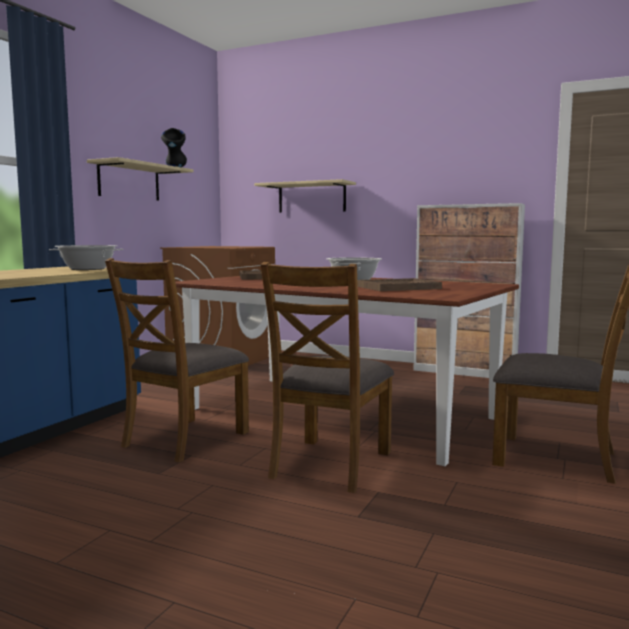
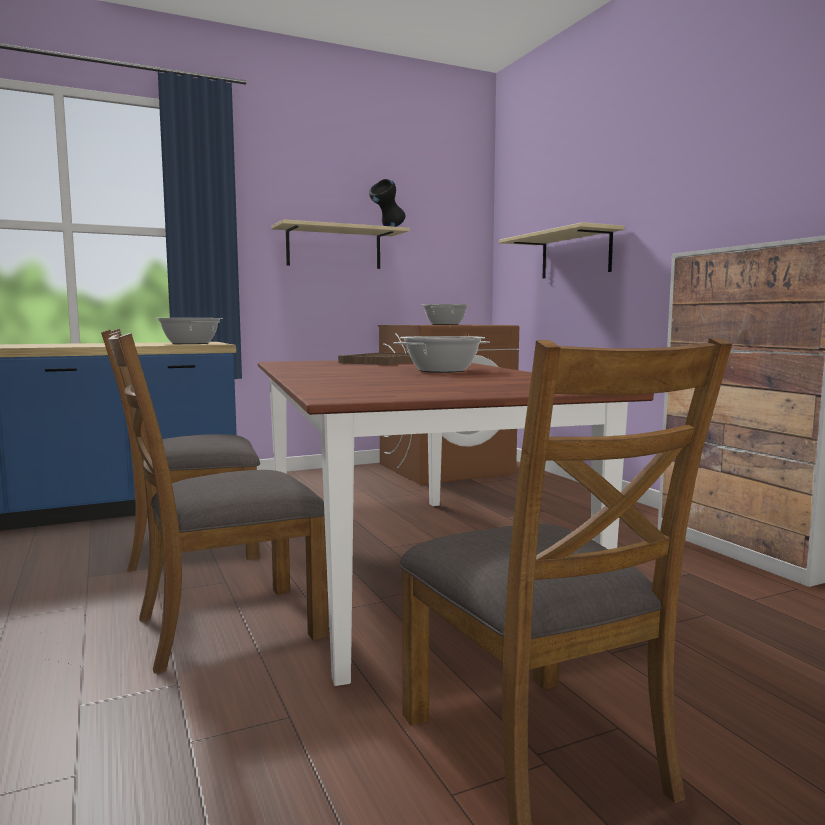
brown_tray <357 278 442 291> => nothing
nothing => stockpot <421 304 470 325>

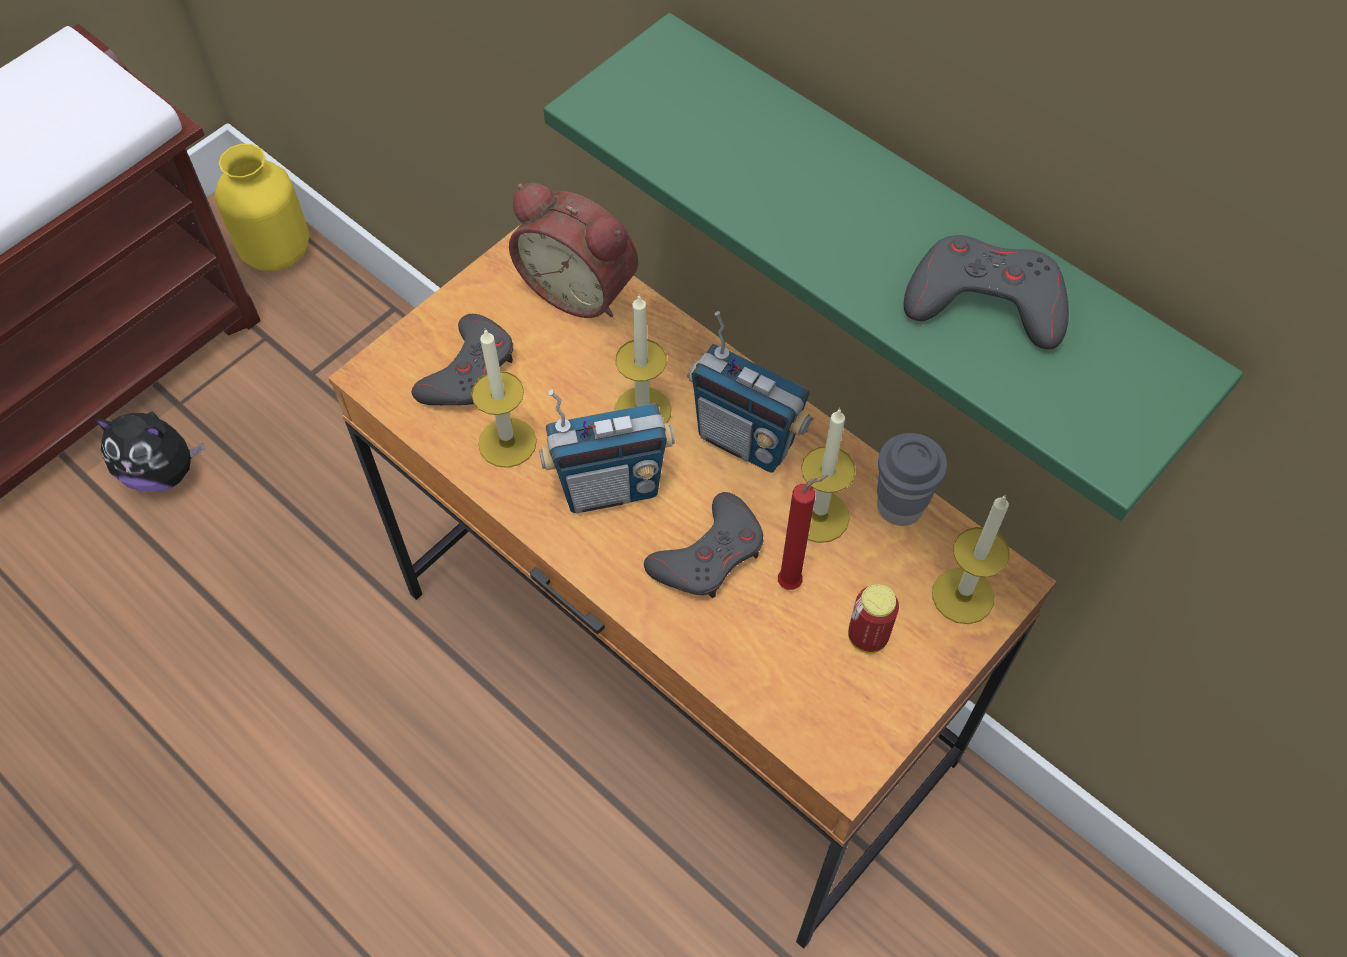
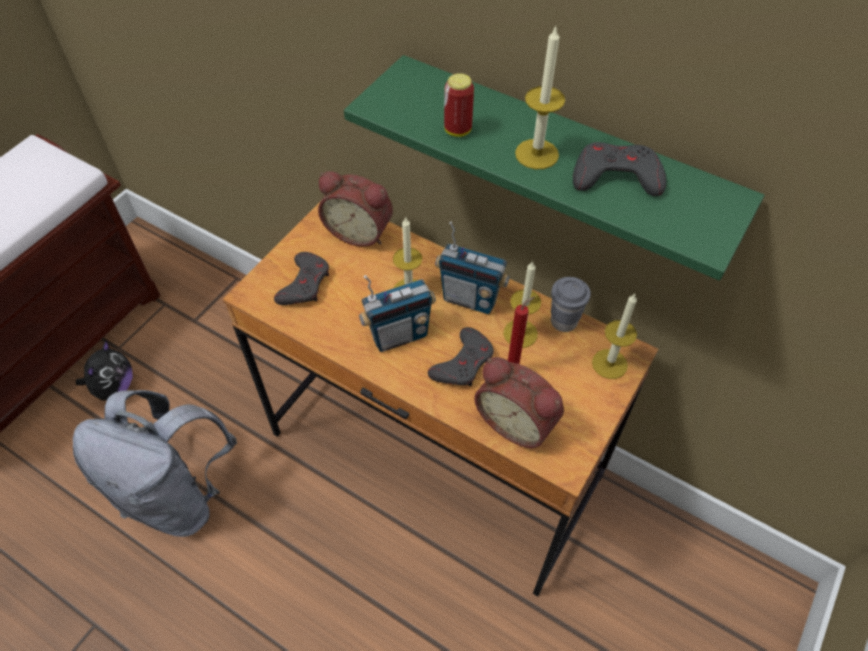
yellowish_decorative_vase <214 144 309 271> => nothing
nothing => greyish_backpack <73 390 237 537>
nothing => table_clock <474 357 564 448>
candle <471 329 537 468> => candle <515 25 565 169>, move
can <848 584 899 653> => can <444 73 474 137>, move
soft_toy <93 411 205 492> => soft_toy <76 341 133 400>, 75 degrees counterclockwise

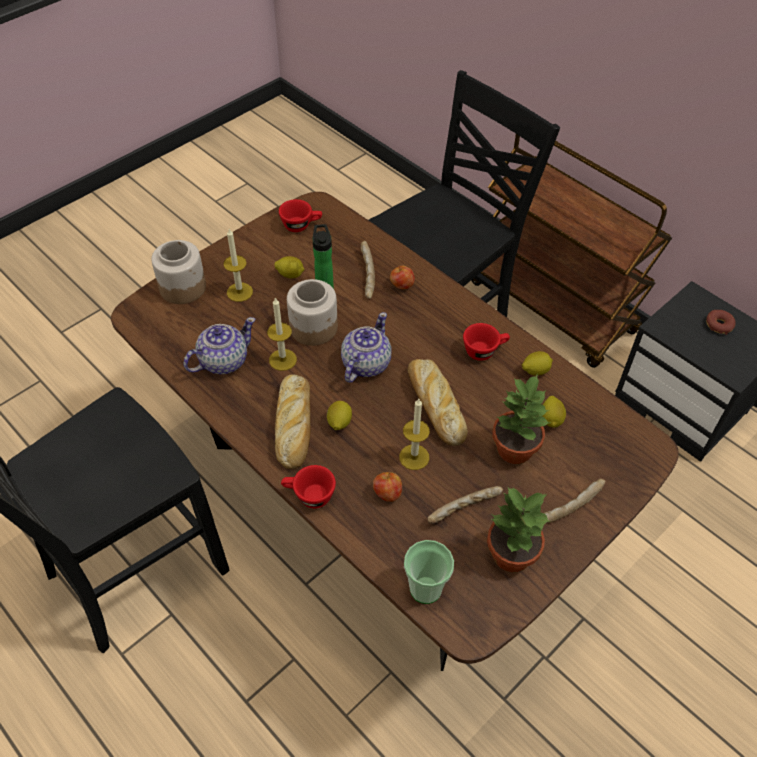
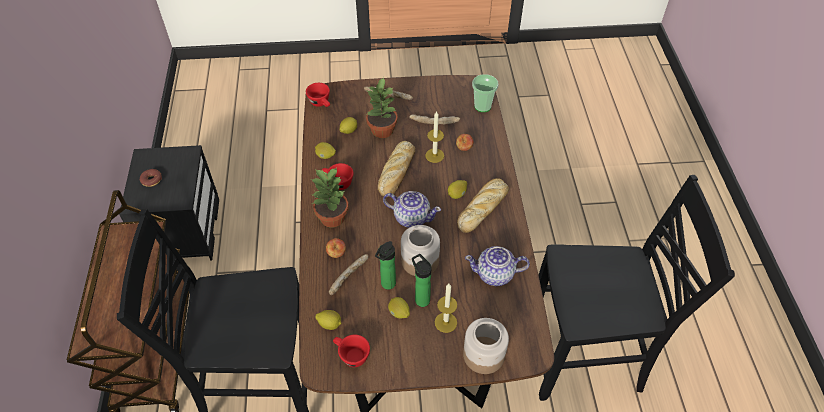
candle <267 298 297 371> => nothing
nothing => citrus_fruit <315 310 342 330>
nothing => drink_bottle <412 254 431 307>
reddish_small_cup <281 465 336 508> => reddish_small_cup <306 83 330 107>, move
plant_in_a_pot <487 486 550 572> => plant_in_a_pot <311 167 348 228>, move
teapot <341 312 392 383> => teapot <383 191 441 228>, 135 degrees counterclockwise

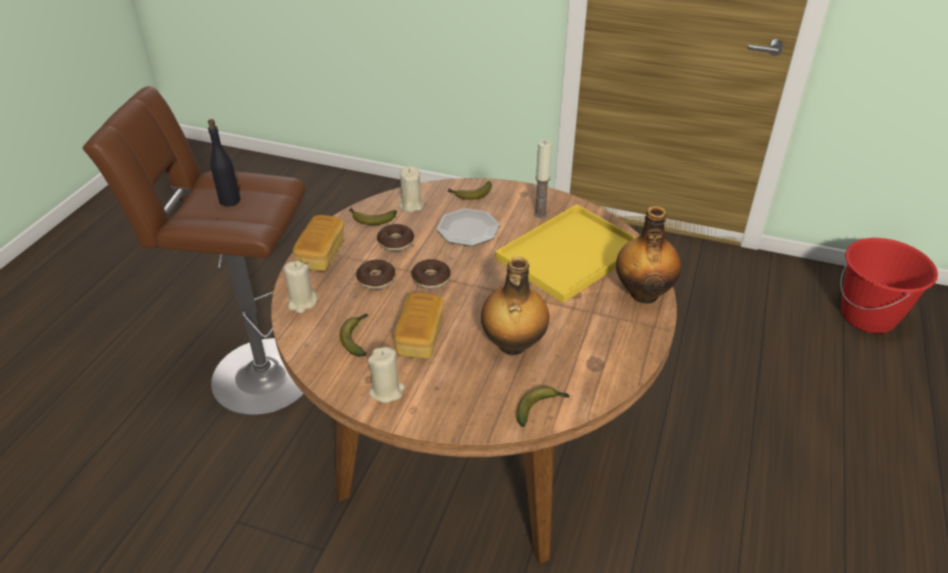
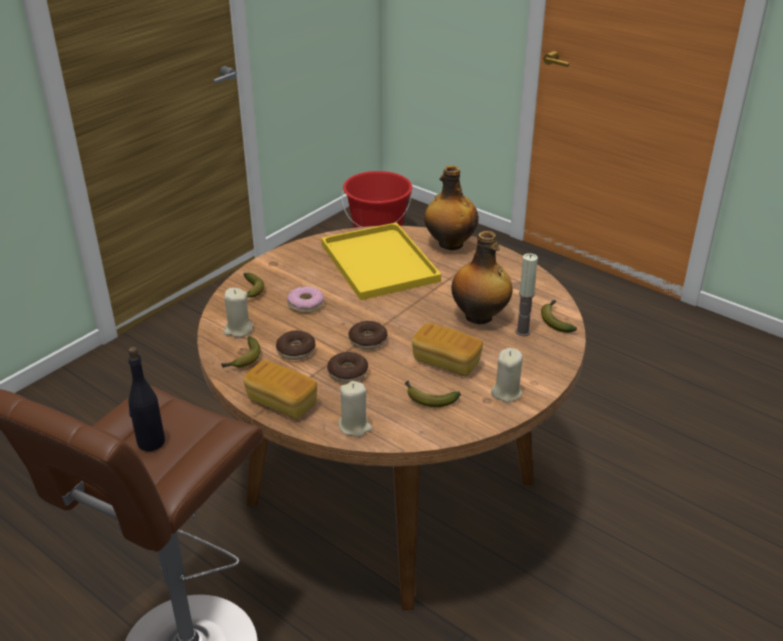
candle <534 140 552 218> => candle <515 253 538 336>, move
dinner_plate <437 208 500 246> => ring_doughnut <287 286 324 313>

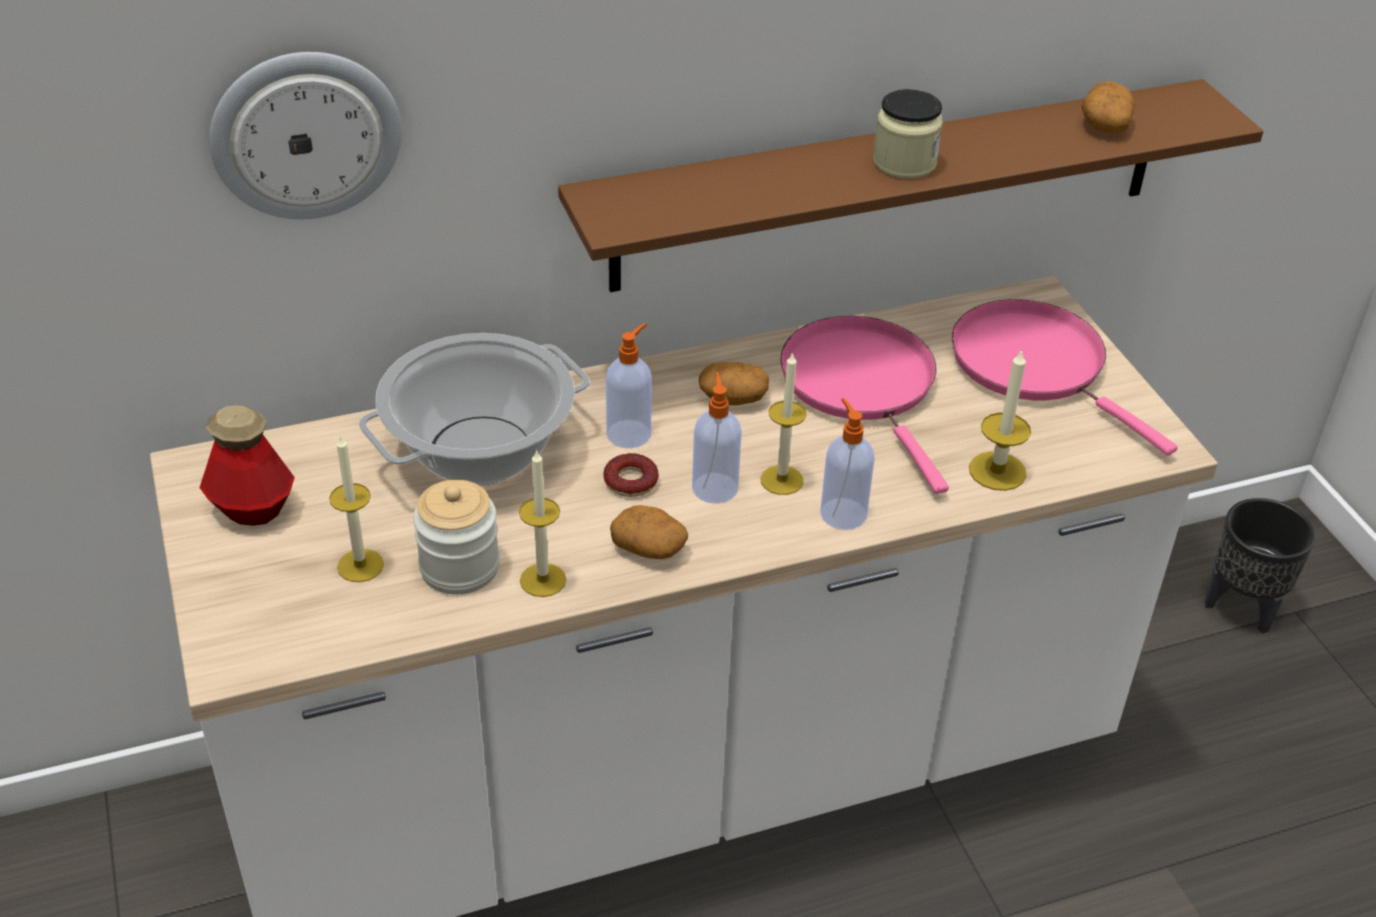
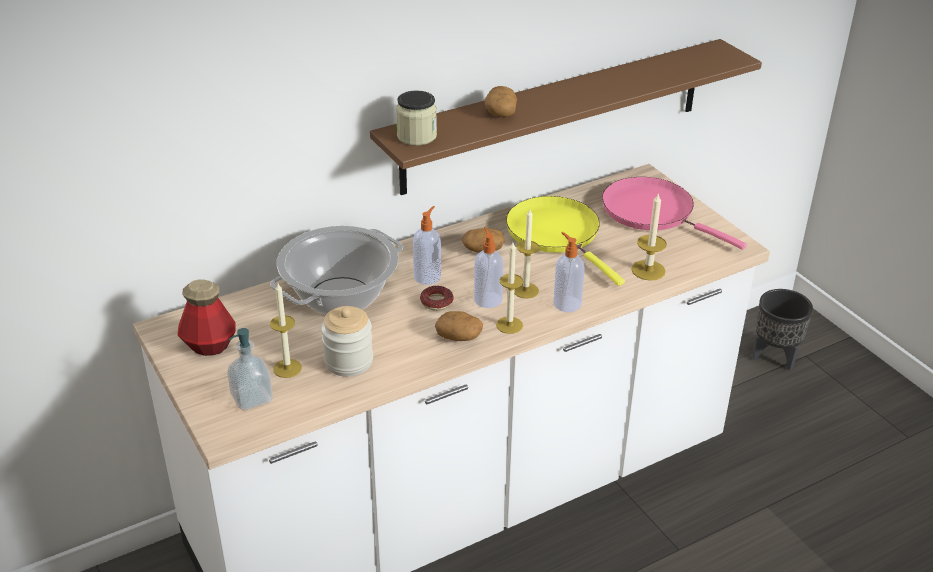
clock_on_the_wall <209 52 402 219> => nothing
nothing => liquid_soap_bottle <227 328 273 411>
candle <519 449 566 597> => candle <496 242 523 334>, move
jar <873 89 943 179> => jar <396 90 437 146>, move
potato <1081 81 1135 133> => potato <484 86 517 117>, move
pinkish_pan <780 316 949 494> => yellowish_pan <506 196 625 286>

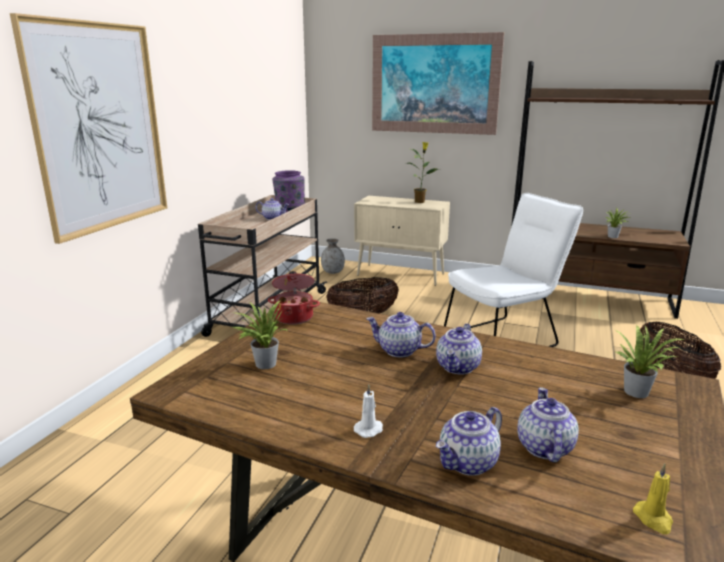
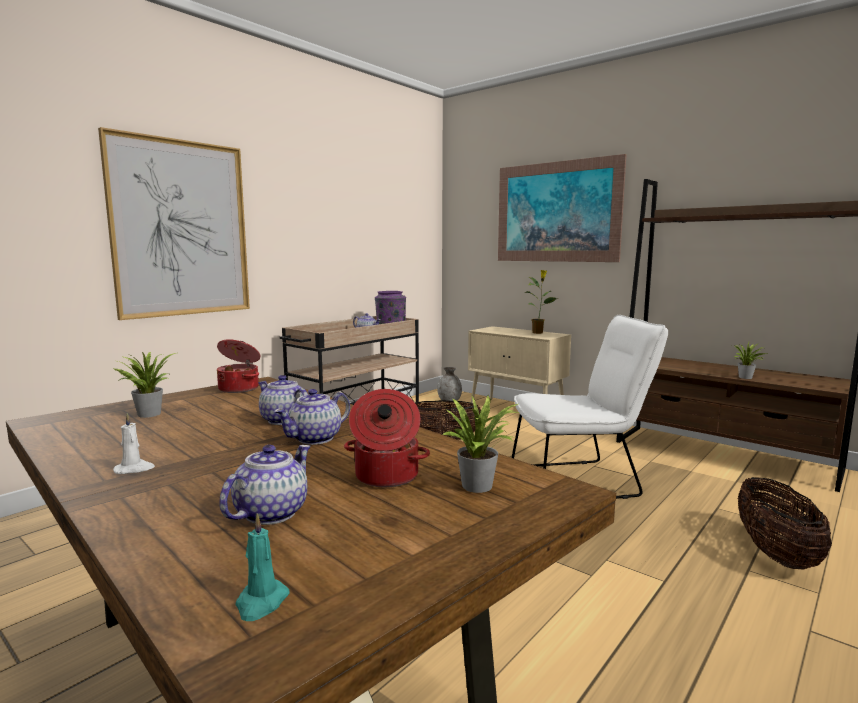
teapot <436 407 502 476> => nothing
nothing => stockpot <344 389 430 488>
yellowish_candle <633 464 673 534> => blue-green_candle <235 513 290 621>

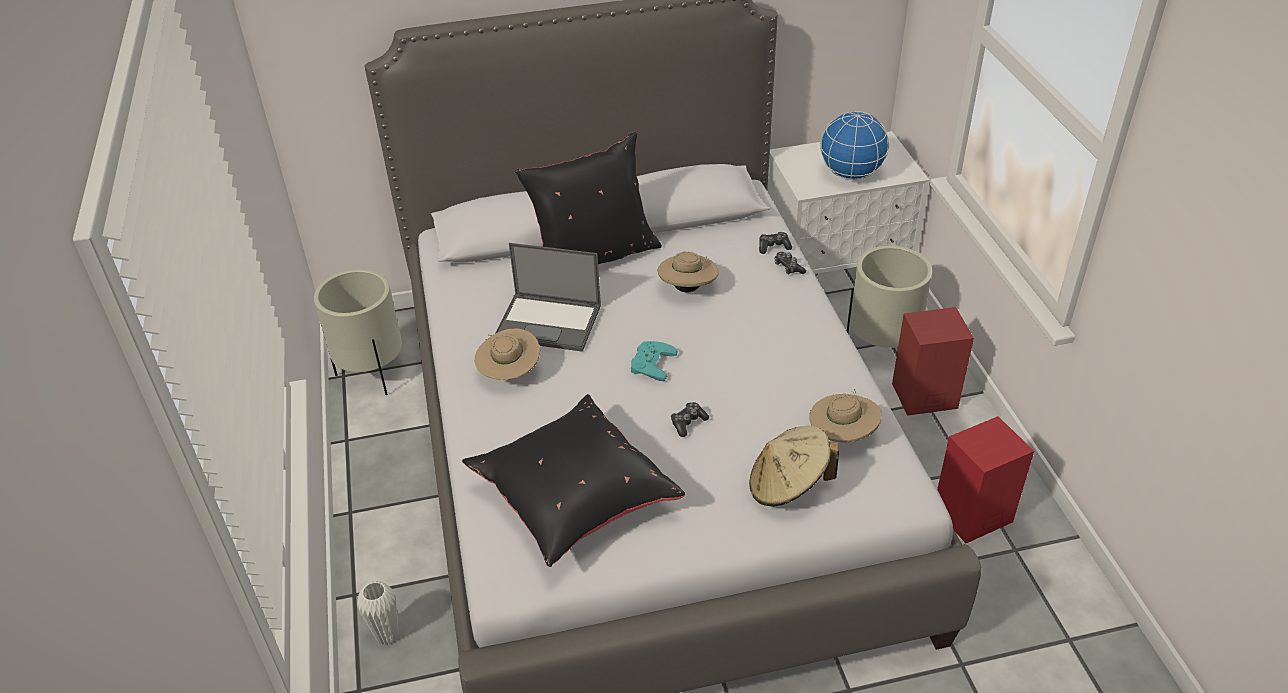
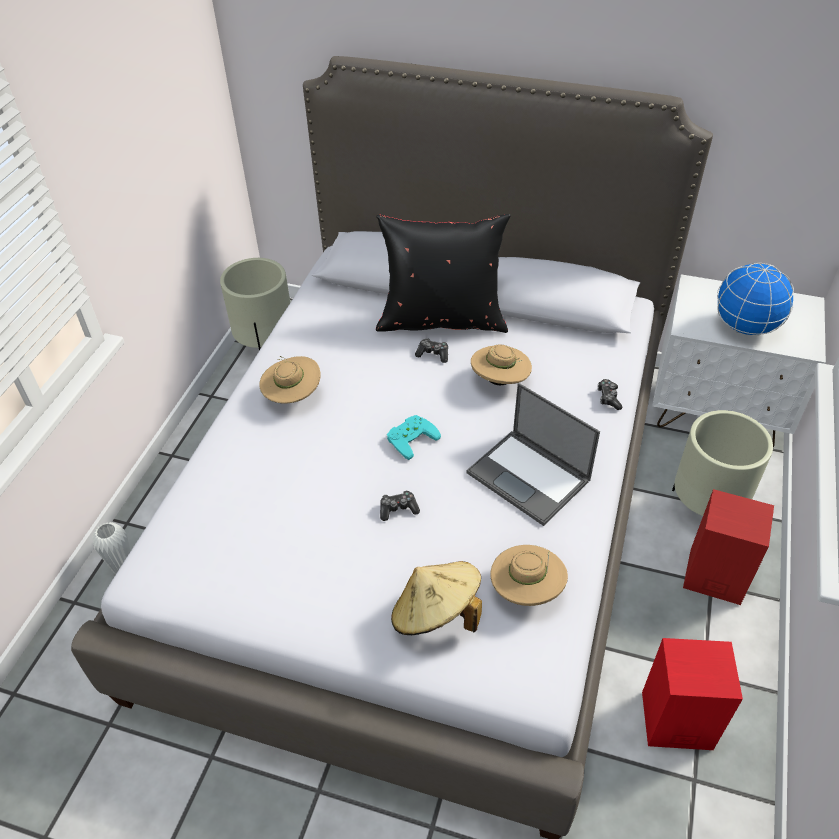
black_cushion <462 394 685 567> => nothing
notebook_computer <495 243 601 352> => notebook_computer <467 383 600 526>, move
gamepad <759 232 792 254> => gamepad <415 338 448 363>, move

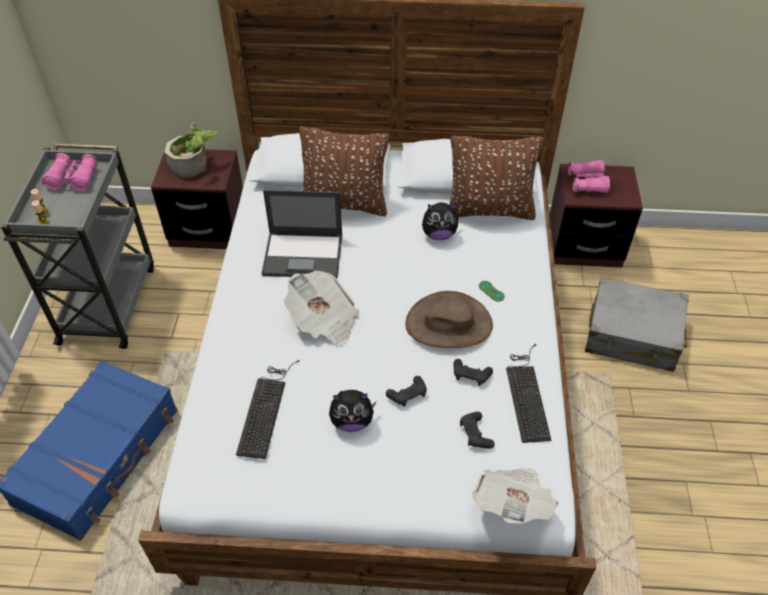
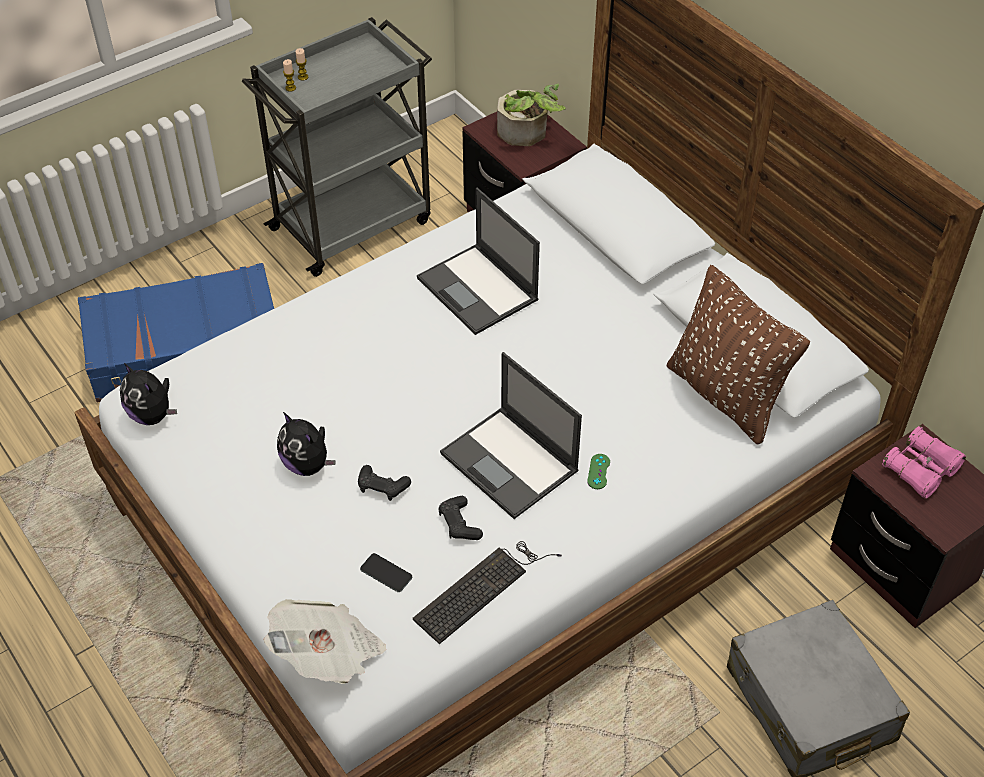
pinkish_field_glasses <42 153 98 191> => nothing
keyboard <236 360 300 459> => nothing
printed_paper <284 271 359 346> => nothing
brown_cushion <299 127 390 216> => nothing
soft_toy <422 202 459 240> => soft_toy <120 362 177 425>, move
brown_hat <405 291 493 348> => notebook_computer <440 352 582 519>
black_gamepad <460 411 495 449> => handset <360 553 412 592>

